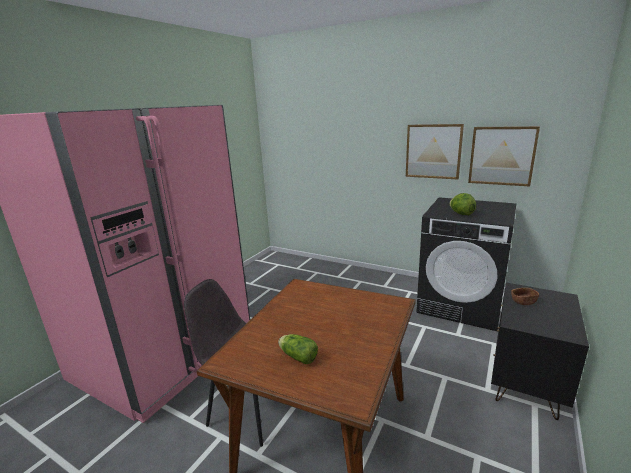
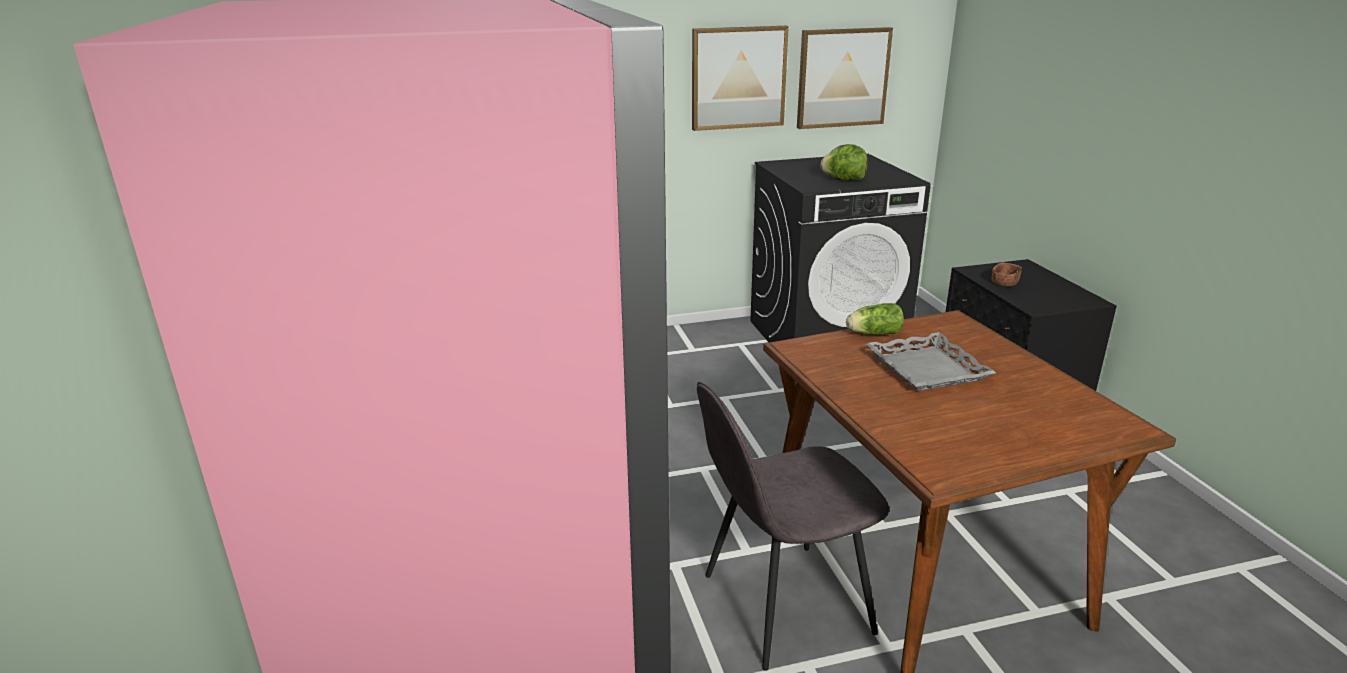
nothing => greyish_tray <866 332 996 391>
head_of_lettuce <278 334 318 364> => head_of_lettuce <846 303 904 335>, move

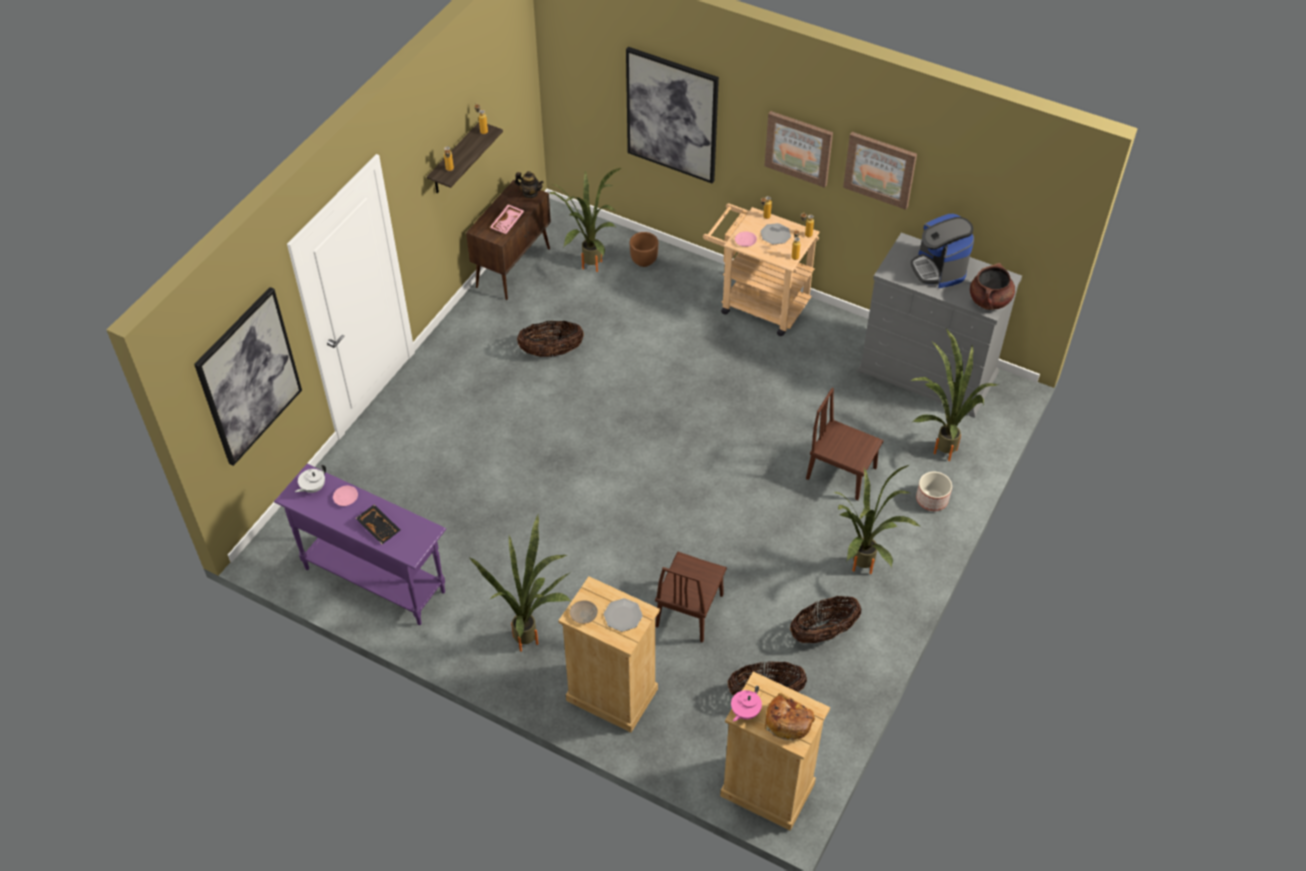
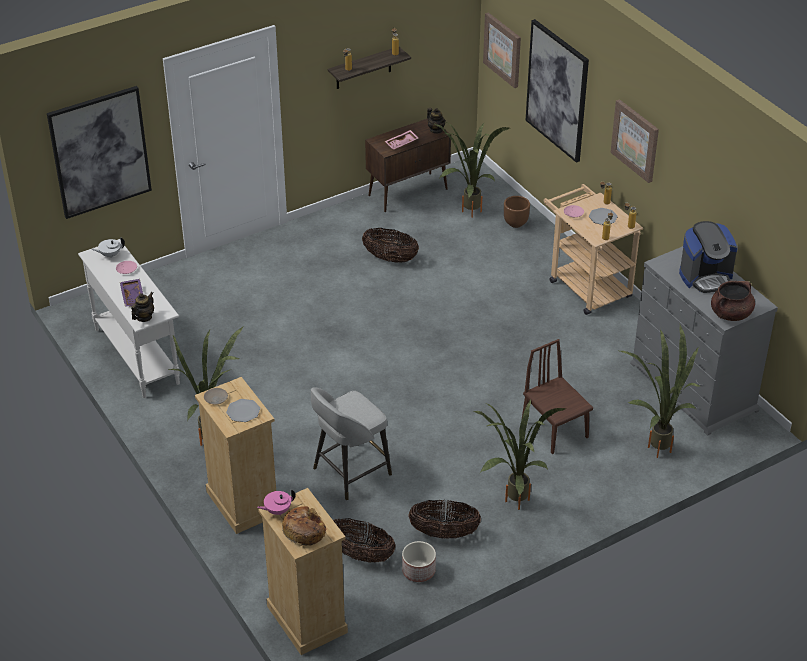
nothing => teapot <131 292 154 322>
wall_picture <843 132 917 210> => wall_picture <483 13 521 88>, move
plant_pot <916 472 952 511> => plant_pot <402 541 436 582>, move
brown_chair <655 551 727 643> => greyish_sitting_stool <311 387 392 500>
purple-coloured_console_table <274 464 446 625> => white-coloured_console_table <78 239 180 398>
black_tray <356 504 400 544> => purple-coloured_tray <120 279 143 307>
coffee_machine <911 214 974 288> => coffee_machine <679 221 738 293>, 120 degrees counterclockwise

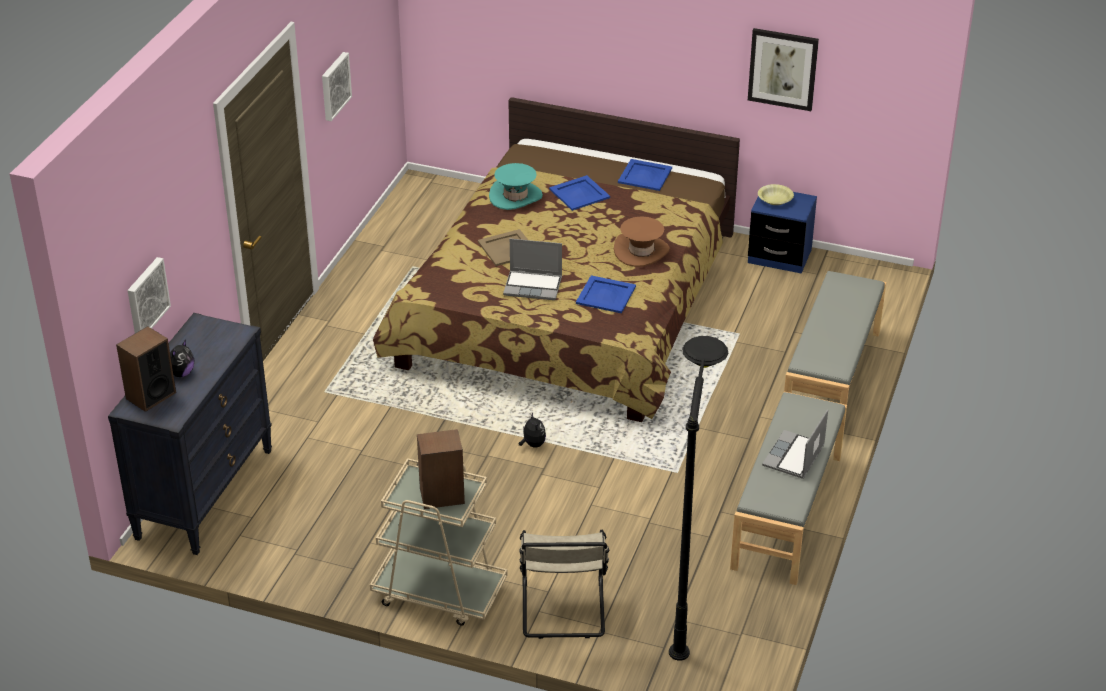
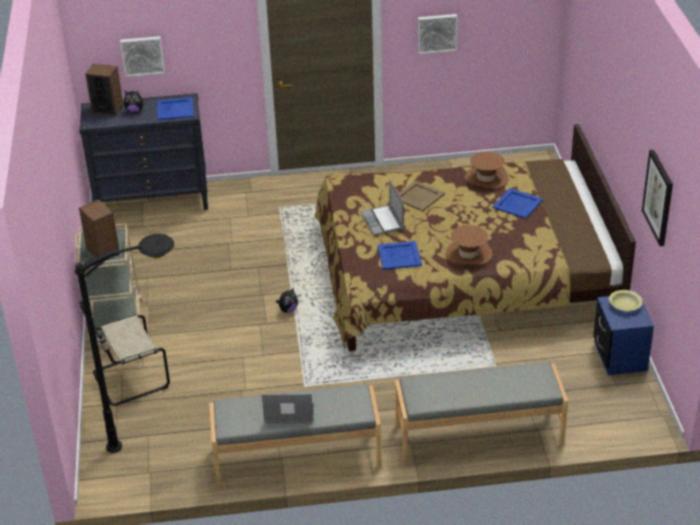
blue_tray <618 159 672 191> => blue_tray <157 97 194 120>, move
blue-green_hat <489 163 543 210> => brown_hat <465 152 509 189>

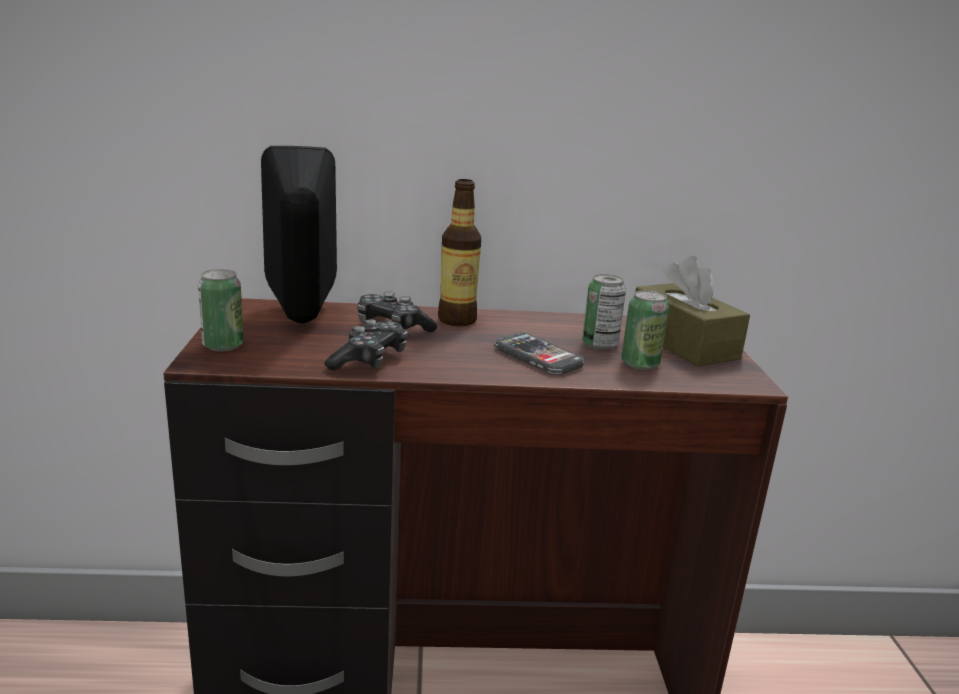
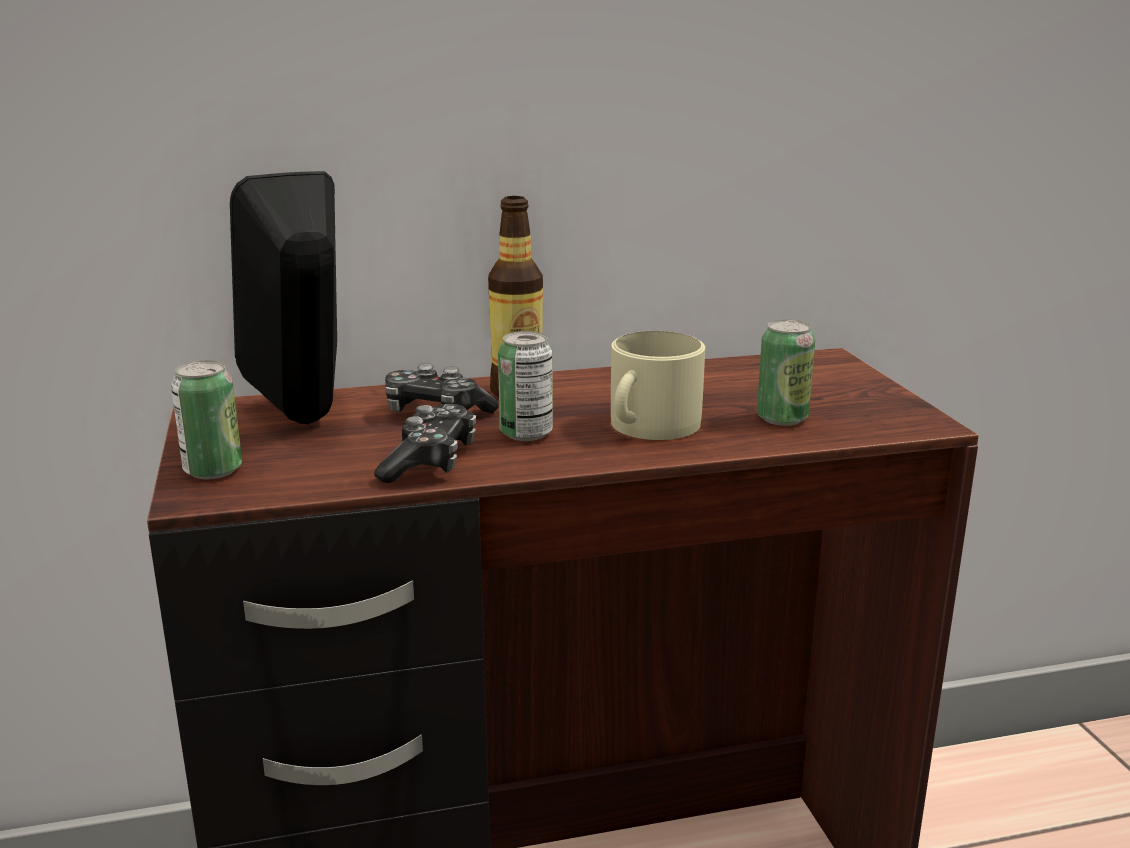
brown_box_of_tissues <636 256 750 366> => nothing
can <582 274 626 350> => can <498 331 553 441>, move
handset <494 333 584 375> => beige_coffee_mug <611 331 705 440>

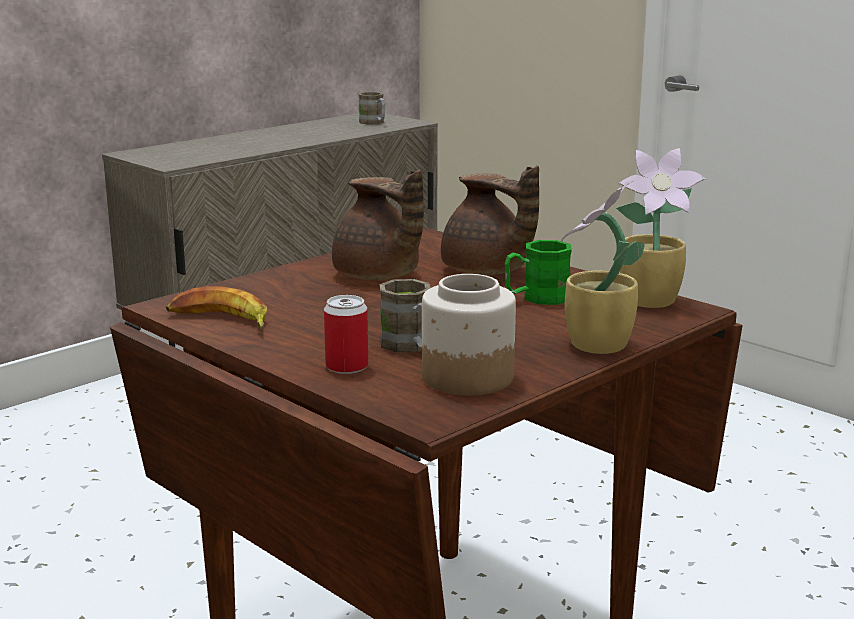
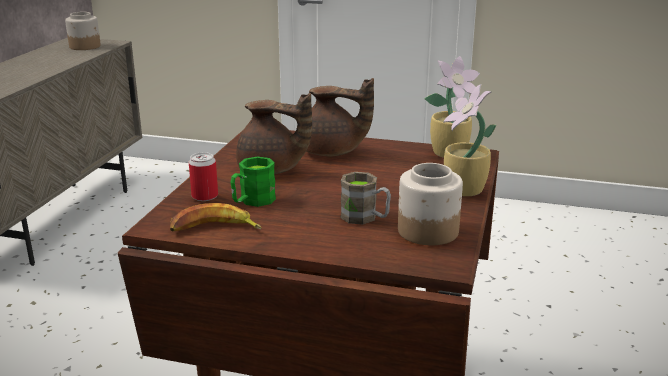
can <324 295 368 374> => can <189 152 218 201>, move
green_coffee_mug <505 240 572 305> => green_coffee_mug <230 156 276 207>, move
brown_coffee_mug <358 92 385 125> => jar <65 12 101 50>

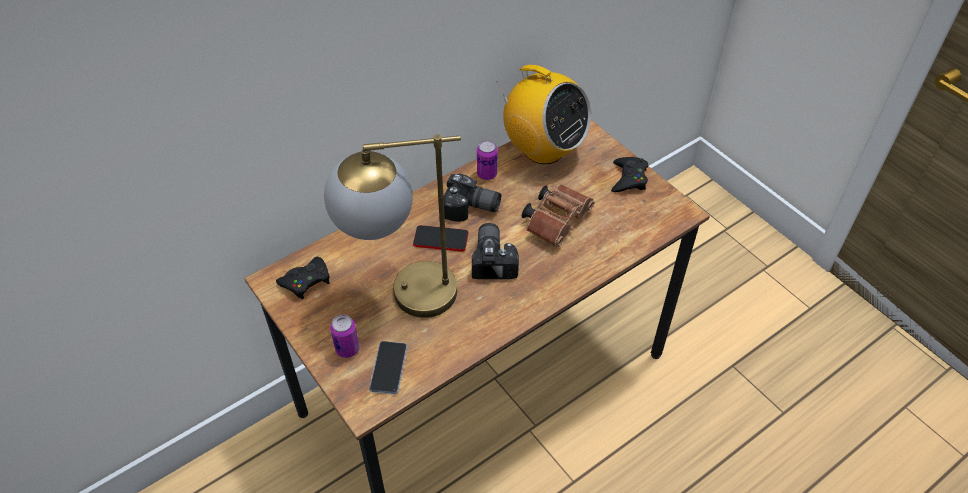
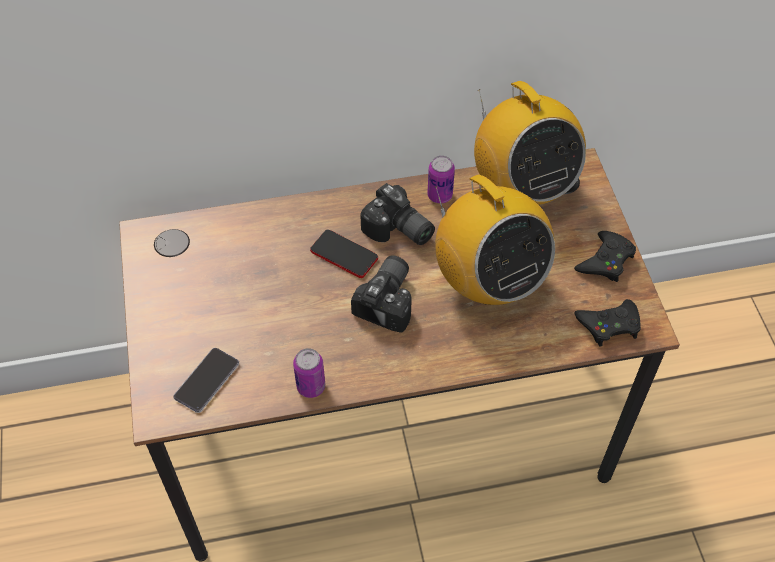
table_lamp <324 134 461 318> => nothing
black_gamepad <276 257 330 299> => black_gamepad <574 299 641 347>, move
can <330 315 360 358> => can <293 348 325 398>, move
brown_field_glasses <522 184 594 247> => radio <435 174 555 305>

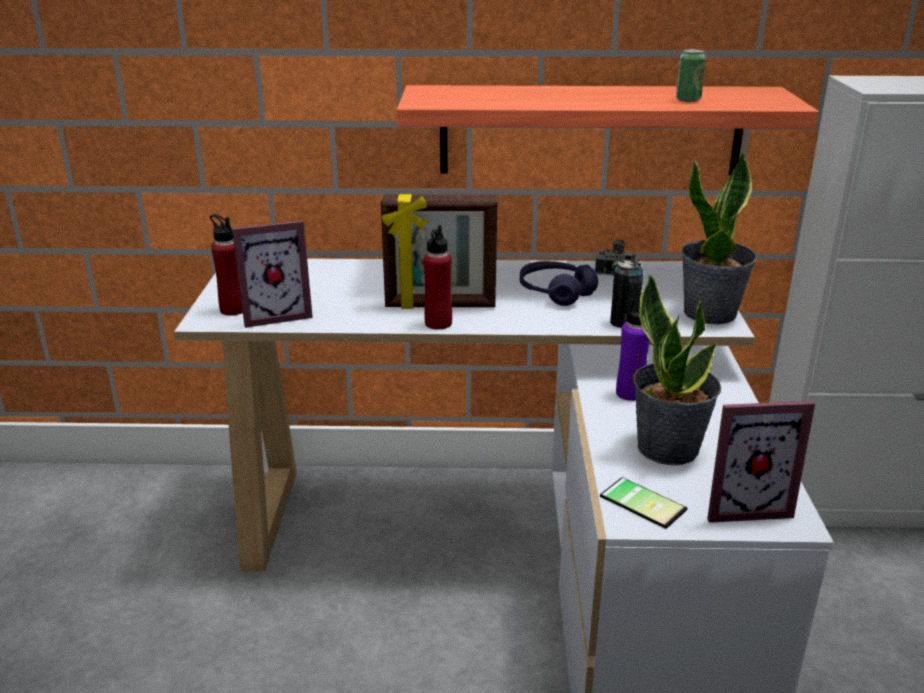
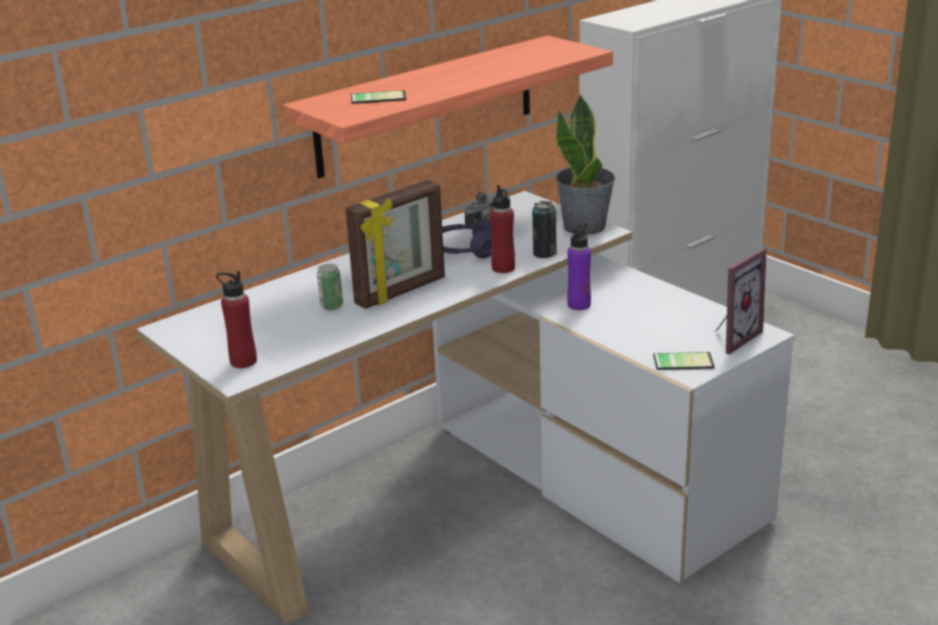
picture_frame <232 220 313 328> => nothing
plant_in_a_pot <633 274 721 465> => nothing
nothing => handset <351 90 406 104>
reddish_drink_bottle <424 225 452 330> => reddish_drink_bottle <490 185 515 273>, move
can <676 49 706 102> => can <317 264 343 310>, move

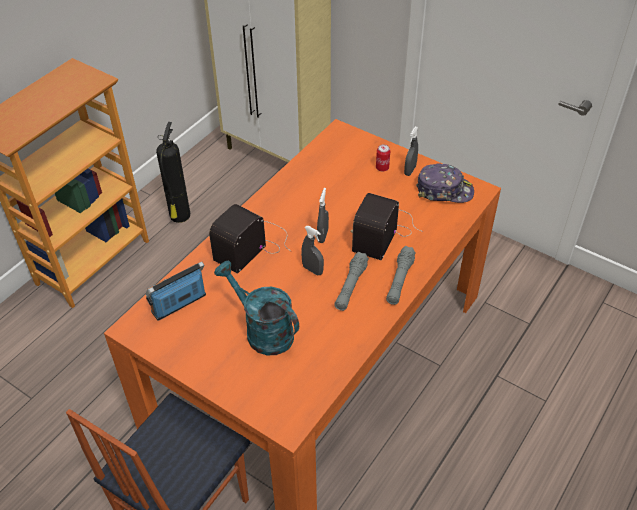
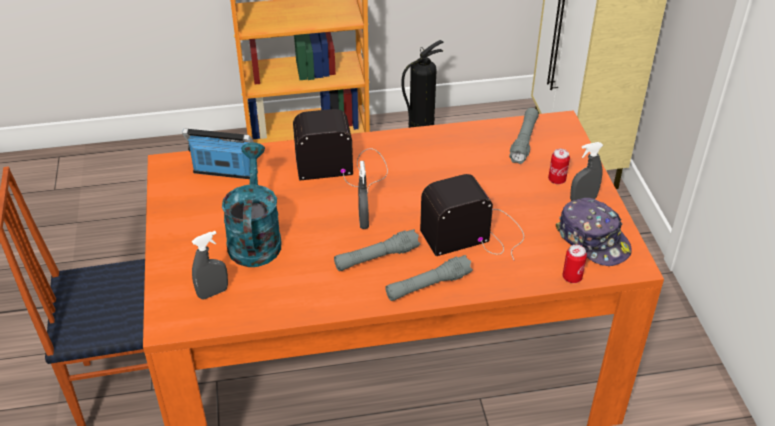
nothing => greyish_hand_torch <509 108 539 164>
nothing => can <563 245 587 283>
greyish_hand_sprayer <317 188 329 243> => greyish_hand_sprayer <192 231 228 299>, move

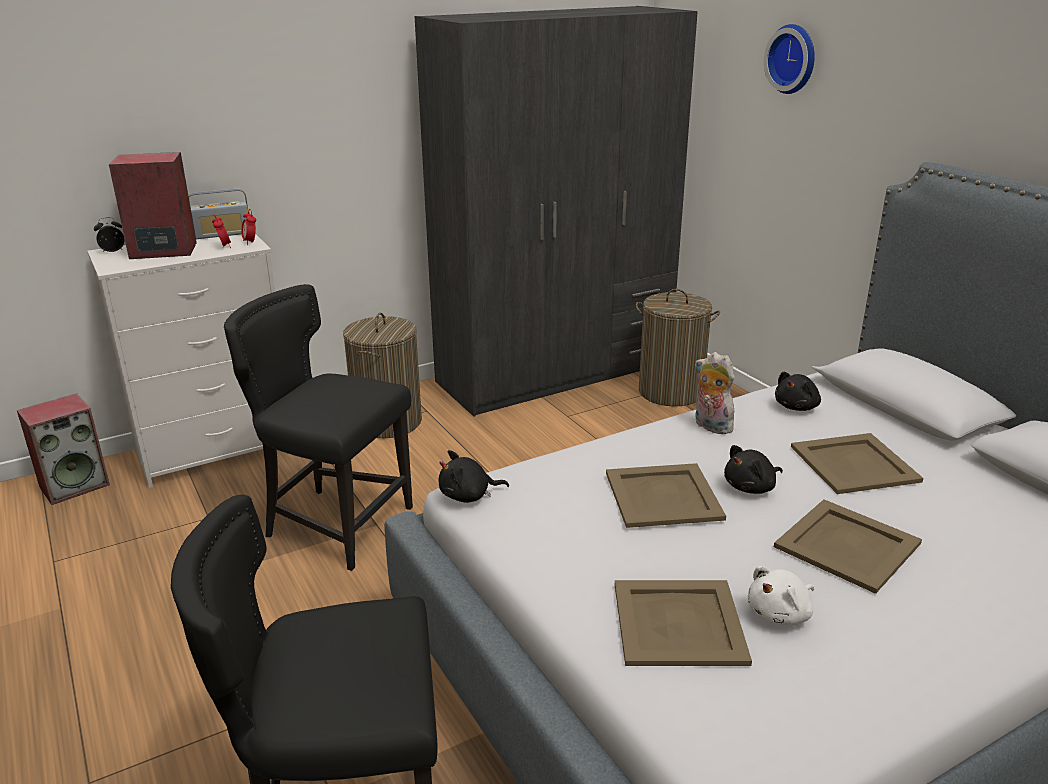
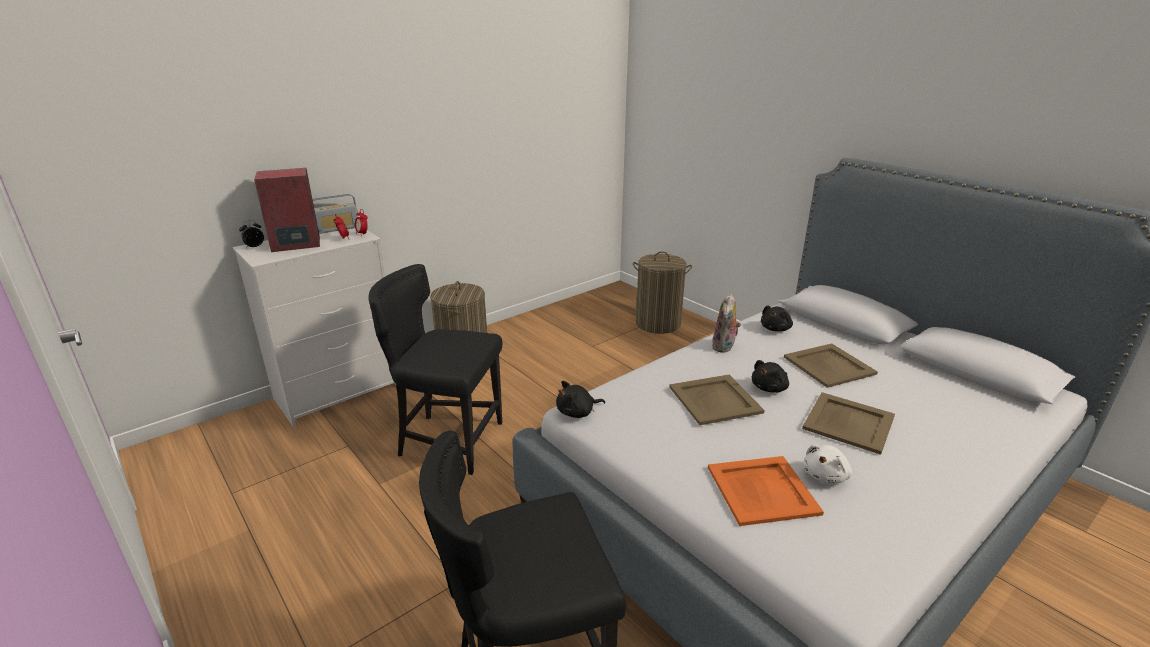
audio_speaker <17 393 110 505> => nothing
greyish_wardrobe <415 6 698 417> => nothing
clock_on_the_wall <764 24 815 94> => nothing
beige_tray <615 580 752 666> => orange_tray <708 456 824 526>
soft_toy <694 352 737 434> => soft_toy <712 294 741 353>, 105 degrees counterclockwise

